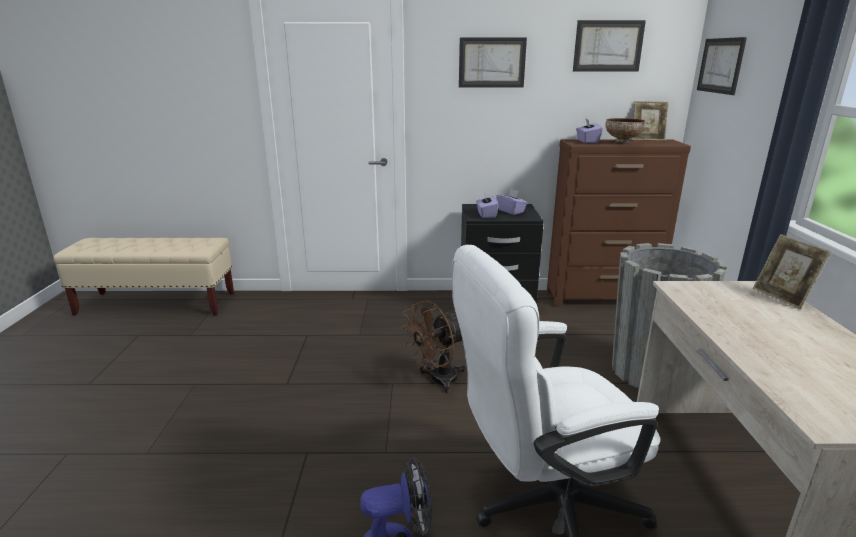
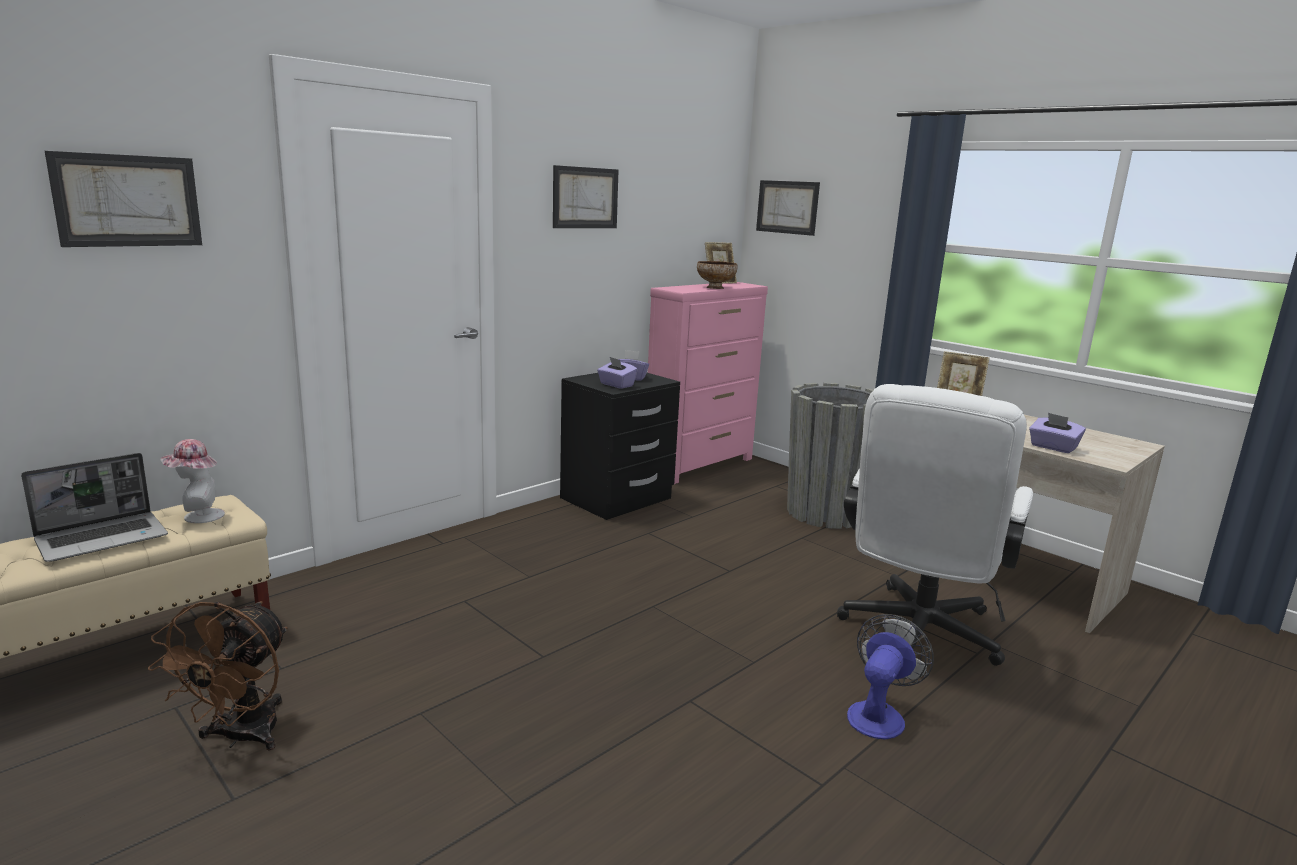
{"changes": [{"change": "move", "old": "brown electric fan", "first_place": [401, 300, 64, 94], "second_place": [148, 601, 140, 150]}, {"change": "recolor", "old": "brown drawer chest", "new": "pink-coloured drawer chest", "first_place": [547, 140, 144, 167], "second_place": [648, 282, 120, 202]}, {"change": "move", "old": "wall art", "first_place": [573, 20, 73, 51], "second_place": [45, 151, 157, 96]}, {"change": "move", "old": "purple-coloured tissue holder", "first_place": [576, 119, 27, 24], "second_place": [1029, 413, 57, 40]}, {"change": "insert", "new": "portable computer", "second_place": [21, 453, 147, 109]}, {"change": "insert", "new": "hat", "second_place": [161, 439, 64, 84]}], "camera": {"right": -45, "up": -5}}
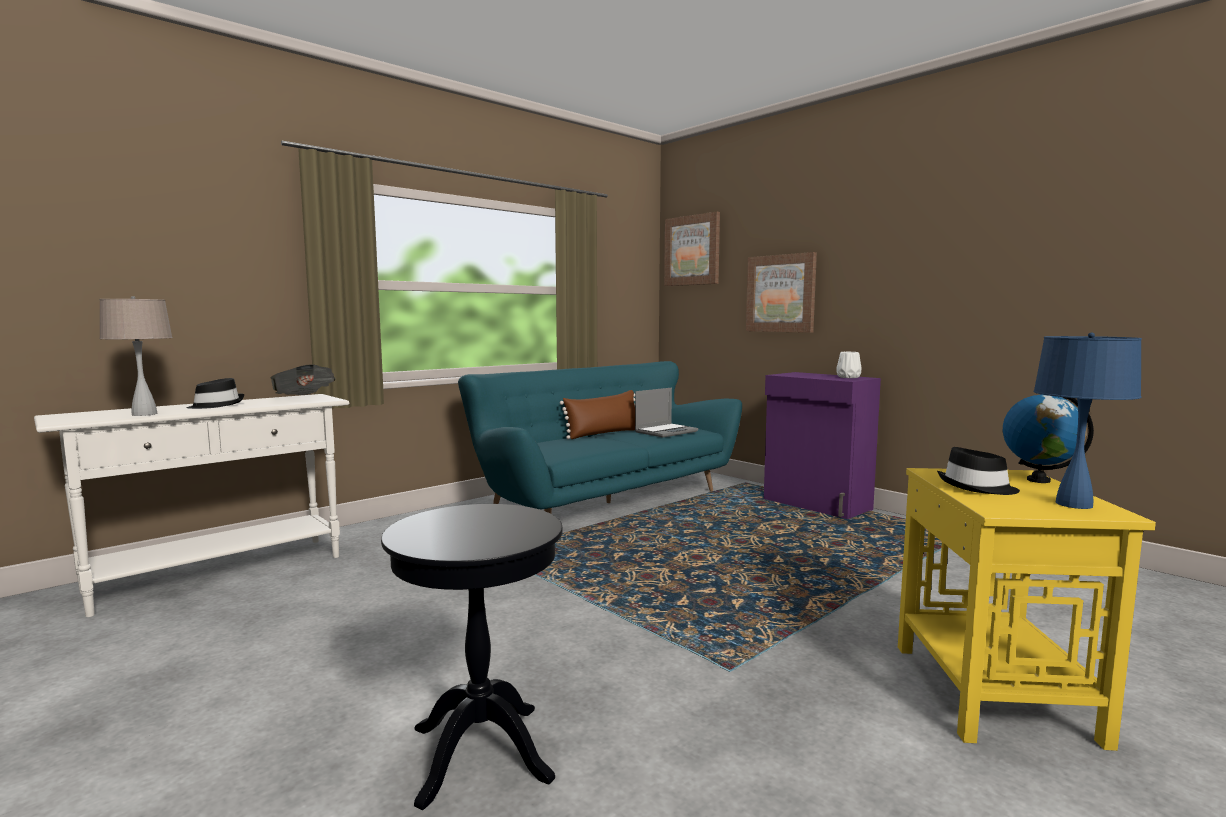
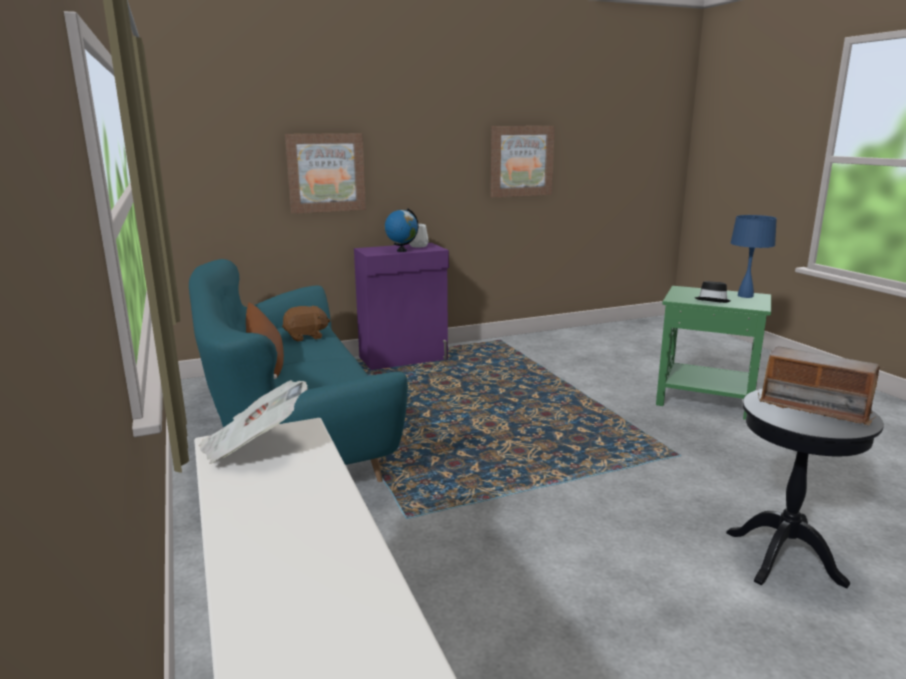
{"changes": [{"change": "delete", "old": "sand-coloured lamp for a table", "first_place": [99, 296, 74, 120]}, {"change": "delete", "old": "black-coloured hat", "first_place": [186, 378, 58, 31]}, {"change": "replace", "old": "portable computer", "new": "brown soft toy", "first_place": [635, 388, 63, 50], "second_place": [282, 306, 48, 36]}, {"change": "move", "old": "wall art", "first_place": [664, 212, 56, 74], "second_place": [491, 126, 64, 72]}, {"change": "recolor", "old": "yellow side table", "new": "greenish side table", "first_place": [898, 468, 258, 283], "second_place": [656, 286, 115, 134]}, {"change": "move", "old": "world globe", "first_place": [1003, 394, 91, 89], "second_place": [385, 208, 33, 44]}, {"change": "insert", "new": "radio set", "second_place": [758, 346, 127, 80]}], "camera": {"right": -70, "up": 10}}
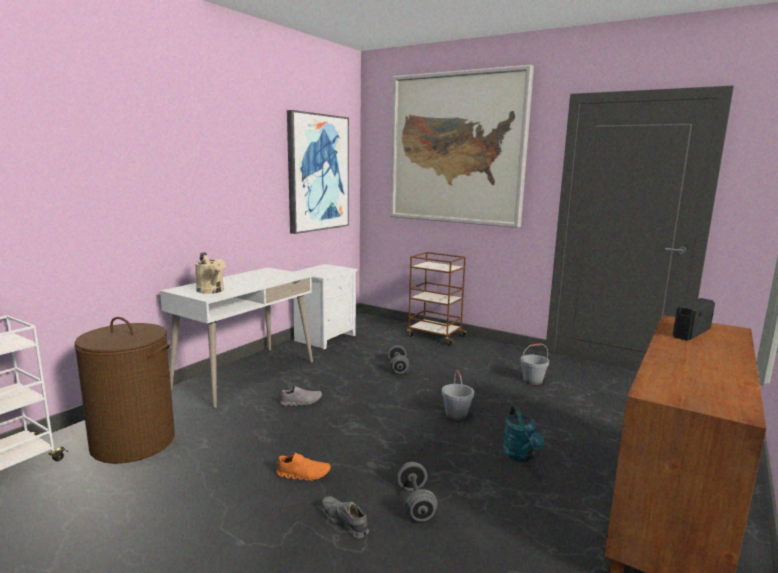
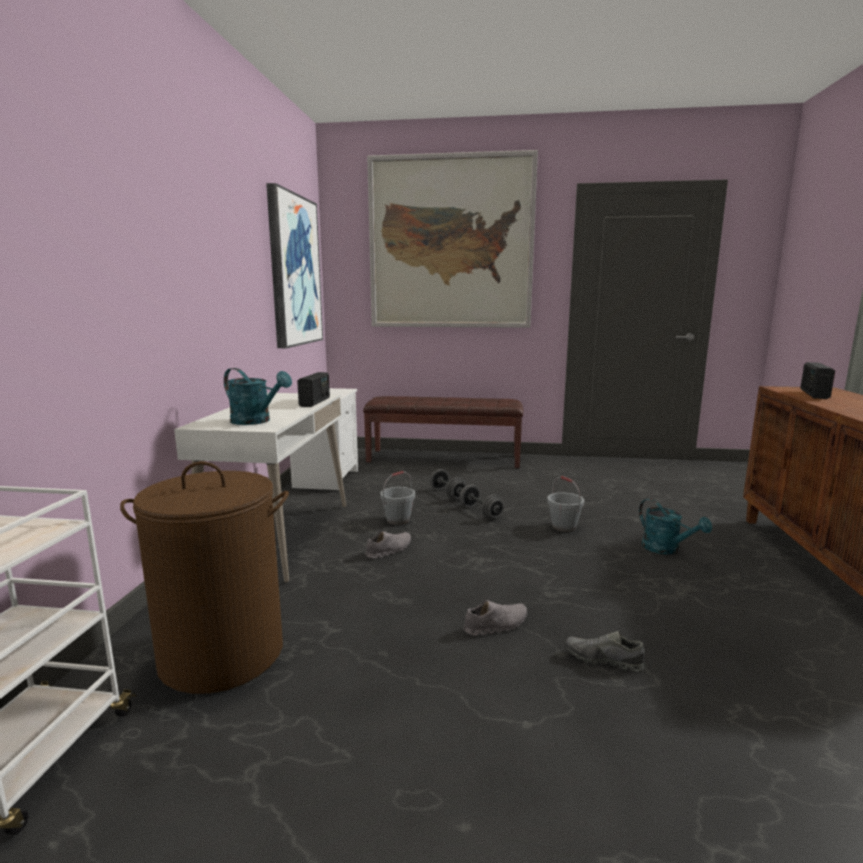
{"changes": [{"change": "recolor", "old": "sand-coloured sprinkling can", "new": "turquoise-coloured sprinkling can", "first_place": [194, 252, 32, 42], "second_place": [224, 368, 68, 57]}, {"change": "recolor", "old": "orange low shoe", "new": "gray low shoe", "first_place": [277, 453, 54, 28], "second_place": [463, 600, 64, 36]}, {"change": "move", "old": "gray free weight", "first_place": [397, 462, 40, 60], "second_place": [459, 485, 45, 34]}, {"change": "replace", "old": "brown trolley", "new": "brown bench", "first_place": [407, 252, 61, 94], "second_place": [363, 396, 160, 72]}, {"change": "move", "old": "gray water bucket", "first_place": [520, 343, 29, 42], "second_place": [380, 471, 35, 54]}, {"change": "insert", "new": "radio set", "second_place": [297, 372, 33, 35]}], "camera": {"right": -25, "up": 0}}
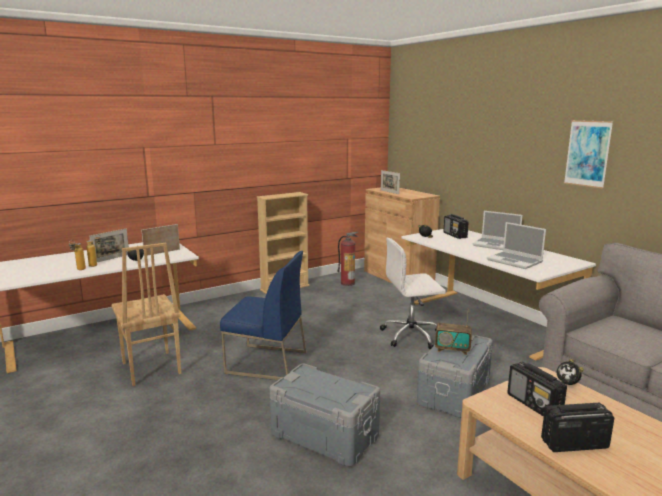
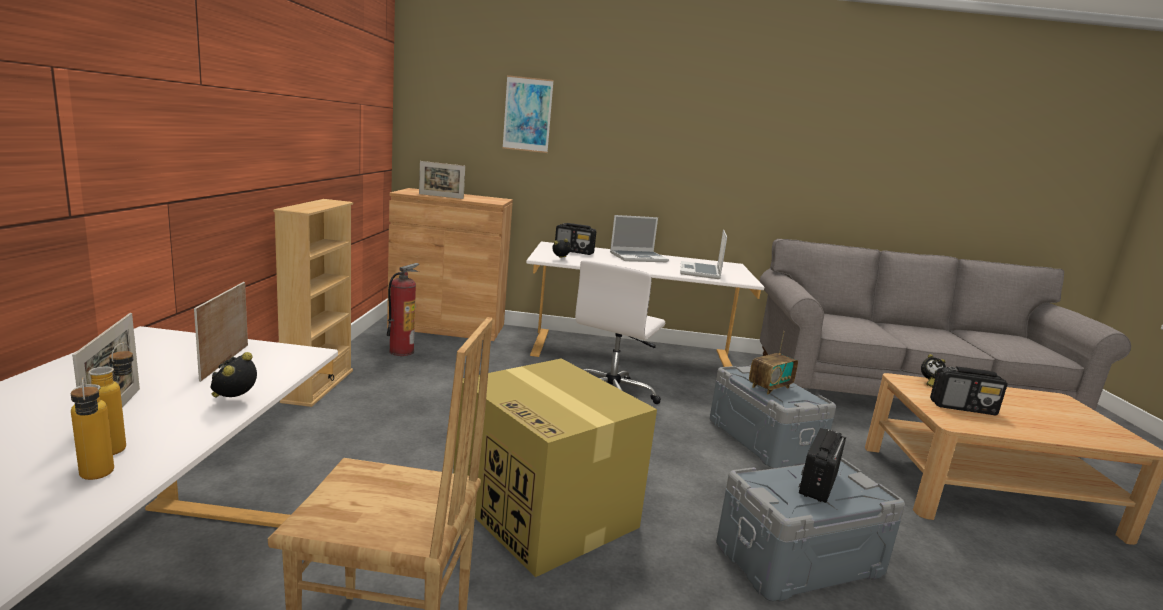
{"changes": [{"change": "replace", "old": "bluish chair", "new": "packing box", "first_place": [220, 251, 87, 129], "second_place": [453, 358, 204, 219]}, {"change": "rotate", "old": "portable computer", "first_place": [487, 222, 59, 47], "second_place": [680, 229, 47, 50], "degrees": 105}, {"change": "move", "old": "radio set", "first_place": [541, 403, 73, 49], "second_place": [799, 428, 47, 75]}, {"change": "move", "old": "wall art", "first_place": [564, 120, 49, 69], "second_place": [502, 75, 52, 78]}], "camera": {"right": -55, "up": 0}}
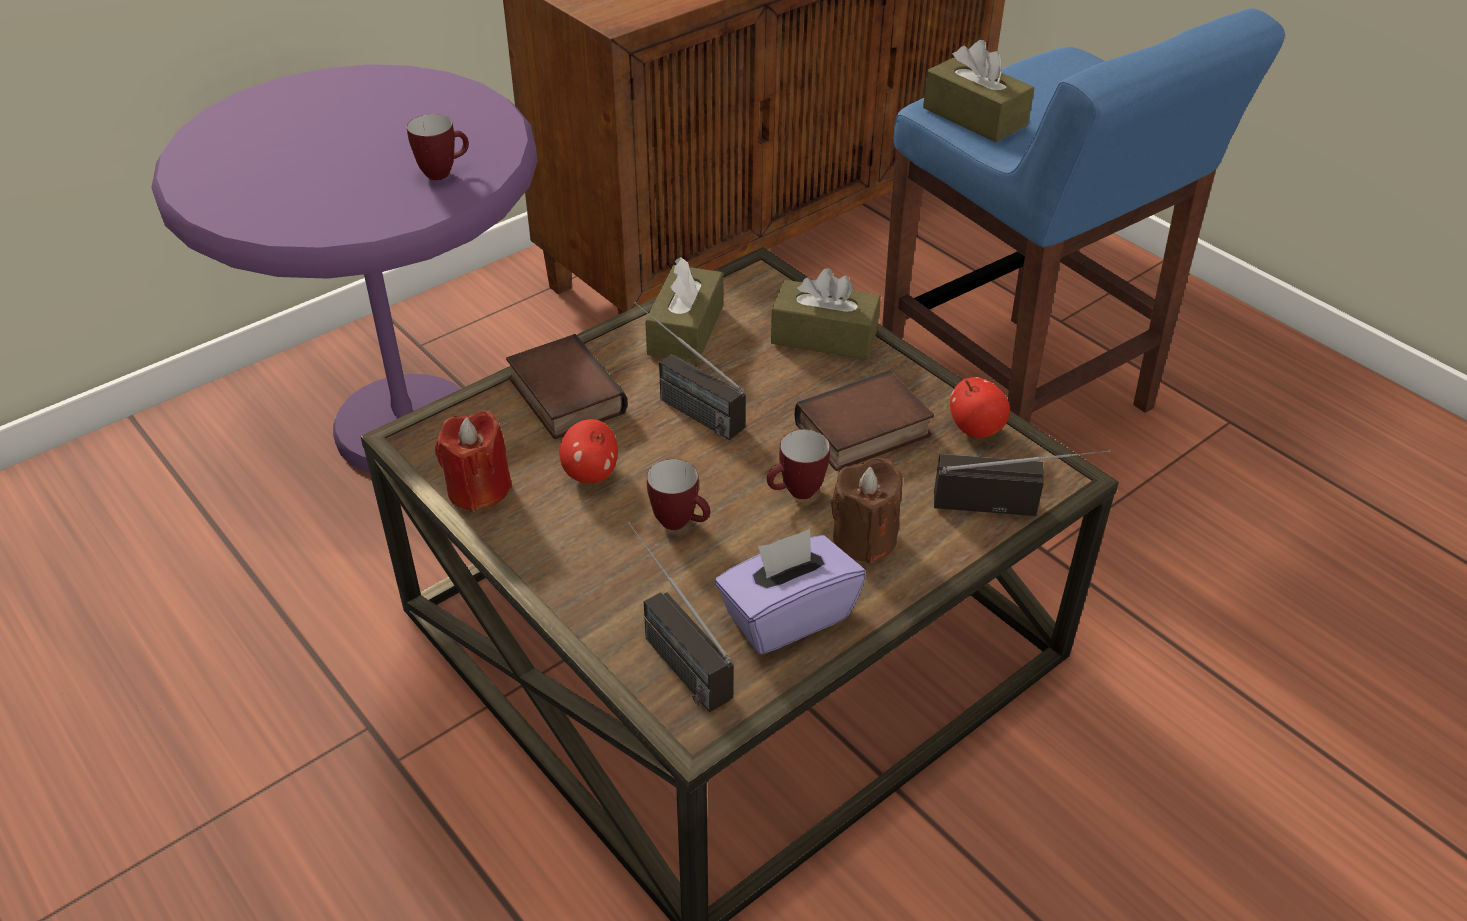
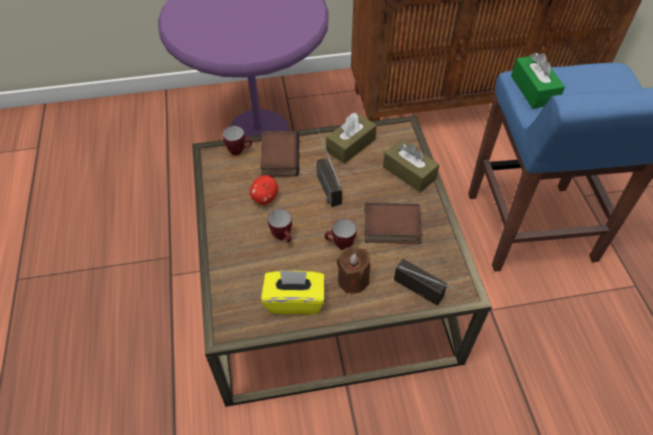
{"changes": [{"change": "move", "old": "coffee mug", "first_place": [407, 114, 62, 66], "second_place": [223, 126, 29, 29]}, {"change": "delete", "old": "red candle", "first_place": [435, 410, 77, 102]}, {"change": "delete", "old": "radio set", "first_place": [628, 522, 106, 190]}, {"change": "recolor", "old": "purple-coloured tissue holder", "new": "yellow tissue holder", "first_place": [715, 529, 151, 125], "second_place": [261, 270, 64, 44]}, {"change": "recolor", "old": "brown tissue holder", "new": "greenish tissue holder", "first_place": [923, 40, 111, 102], "second_place": [511, 53, 54, 56]}, {"change": "delete", "old": "apple", "first_place": [950, 377, 60, 61]}], "camera": {"right": 30, "up": 10}}
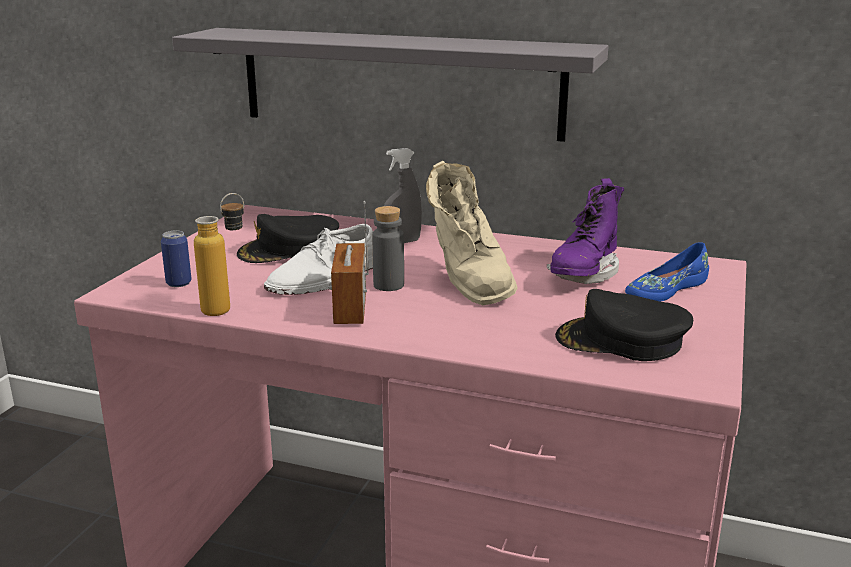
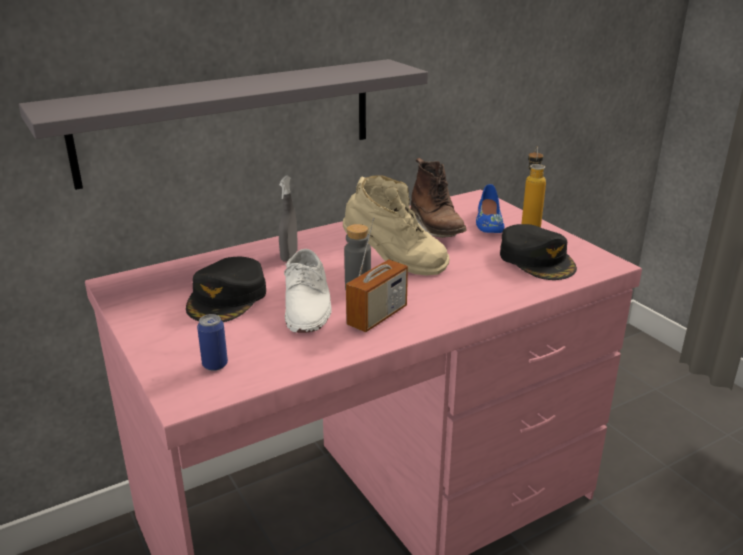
{"changes": [{"change": "move", "old": "bottle", "first_place": [194, 193, 50, 123], "second_place": [522, 146, 24, 81]}, {"change": "rotate", "old": "radio set", "first_place": [329, 201, 40, 123], "second_place": [346, 218, 62, 114], "degrees": -90}, {"change": "recolor", "old": "purple-coloured boot", "new": "brown boot", "first_place": [547, 178, 77, 106], "second_place": [411, 158, 56, 80]}, {"change": "rotate", "old": "black-coloured peaked cap", "first_place": [555, 289, 138, 72], "second_place": [500, 224, 77, 56], "degrees": -75}], "camera": {"right": -50, "up": 5}}
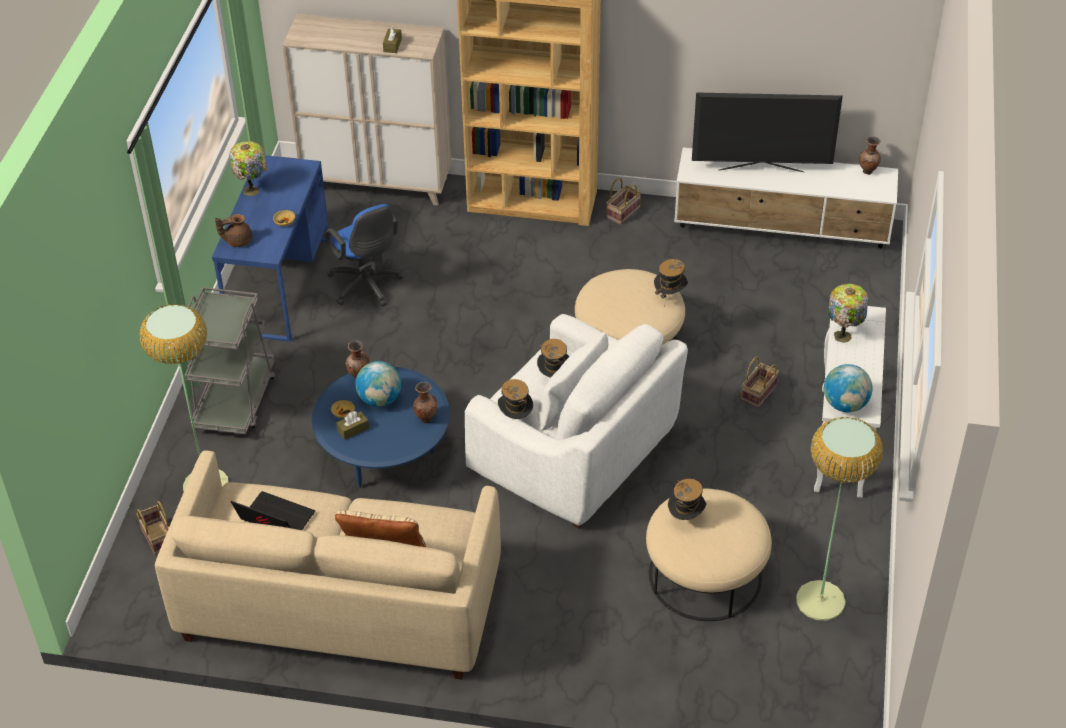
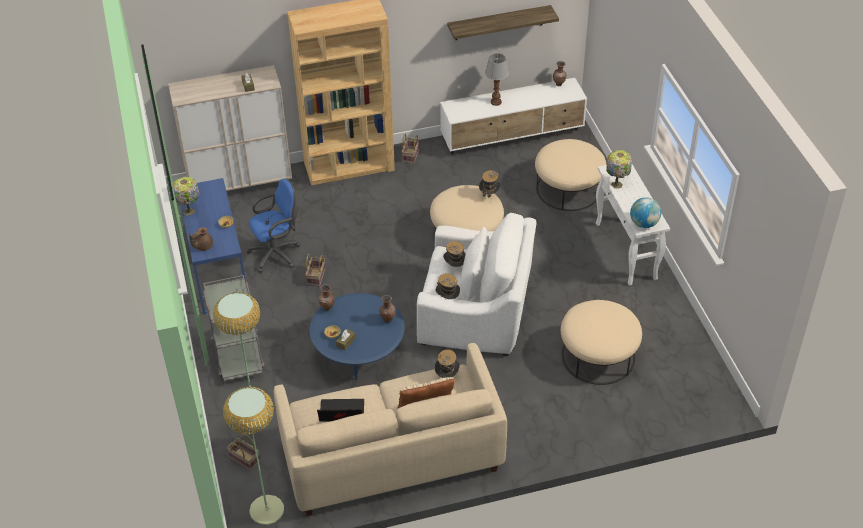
{"changes": [{"change": "rotate", "old": "bluish computer chair", "first_place": [325, 204, 78, 103], "second_place": [246, 178, 54, 95], "degrees": -60}, {"change": "delete", "old": "world globe", "first_place": [355, 361, 46, 46]}, {"change": "move", "old": "hat", "first_place": [668, 479, 38, 41], "second_place": [435, 350, 25, 28]}, {"change": "replace", "old": "TV", "new": "lamp for a table", "first_place": [692, 92, 151, 80], "second_place": [485, 53, 24, 53]}, {"change": "move", "old": "storage basket", "first_place": [741, 356, 38, 52], "second_place": [305, 254, 20, 33]}, {"change": "move", "old": "standing lamp", "first_place": [796, 417, 87, 204], "second_place": [223, 387, 61, 138]}, {"change": "insert", "new": "wall shelf", "second_place": [447, 5, 112, 35]}, {"change": "insert", "new": "sand-coloured ottoman", "second_place": [535, 139, 71, 72]}], "camera": {"right": -25, "up": 0}}
